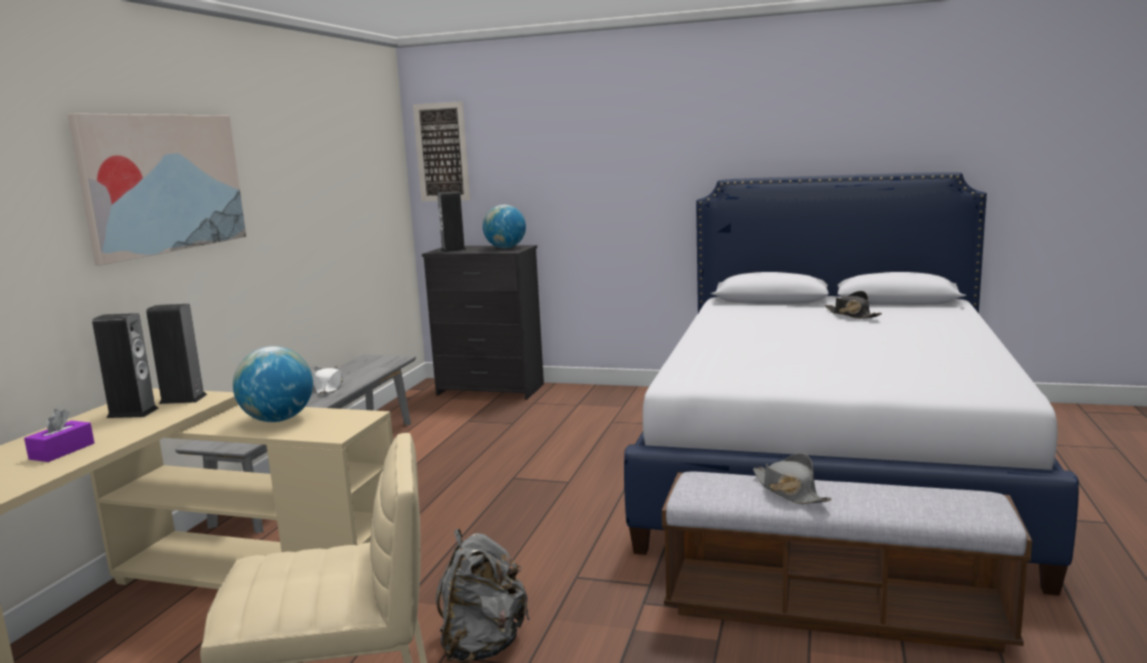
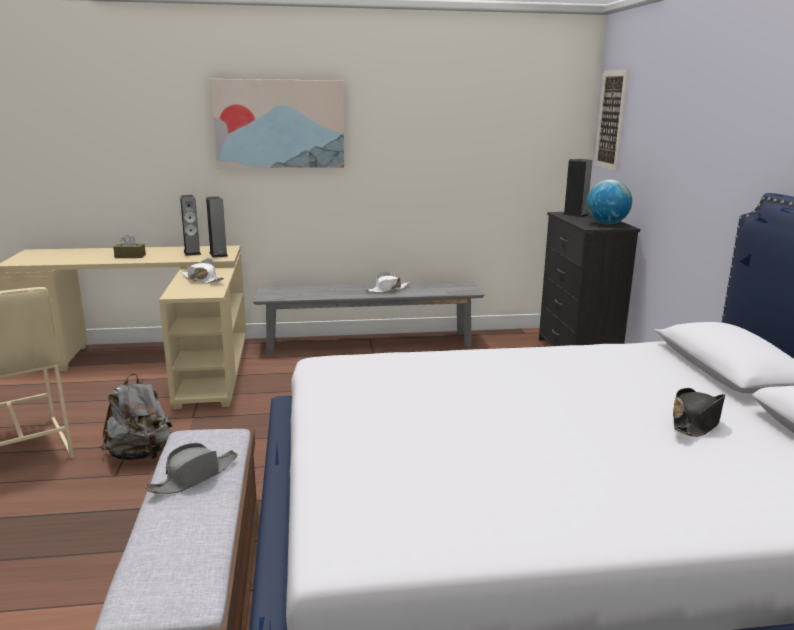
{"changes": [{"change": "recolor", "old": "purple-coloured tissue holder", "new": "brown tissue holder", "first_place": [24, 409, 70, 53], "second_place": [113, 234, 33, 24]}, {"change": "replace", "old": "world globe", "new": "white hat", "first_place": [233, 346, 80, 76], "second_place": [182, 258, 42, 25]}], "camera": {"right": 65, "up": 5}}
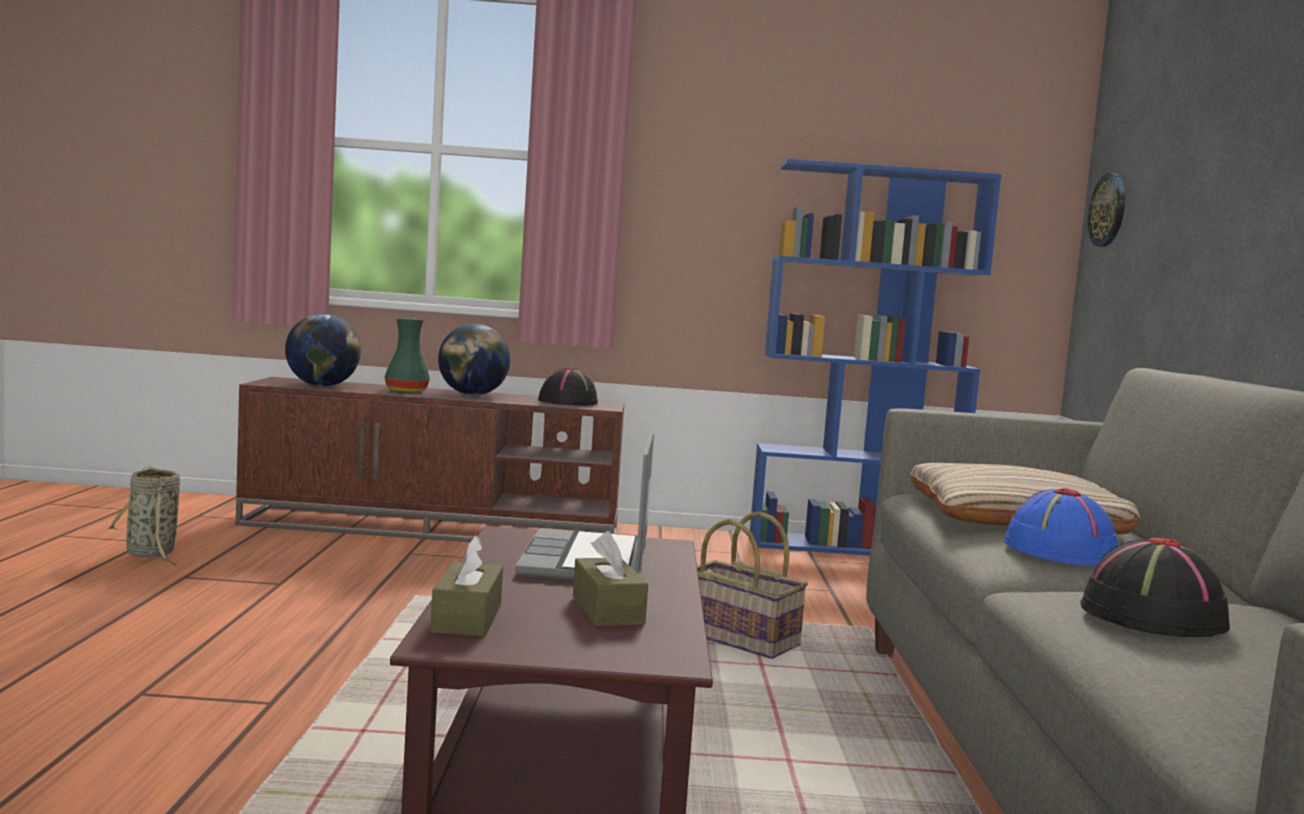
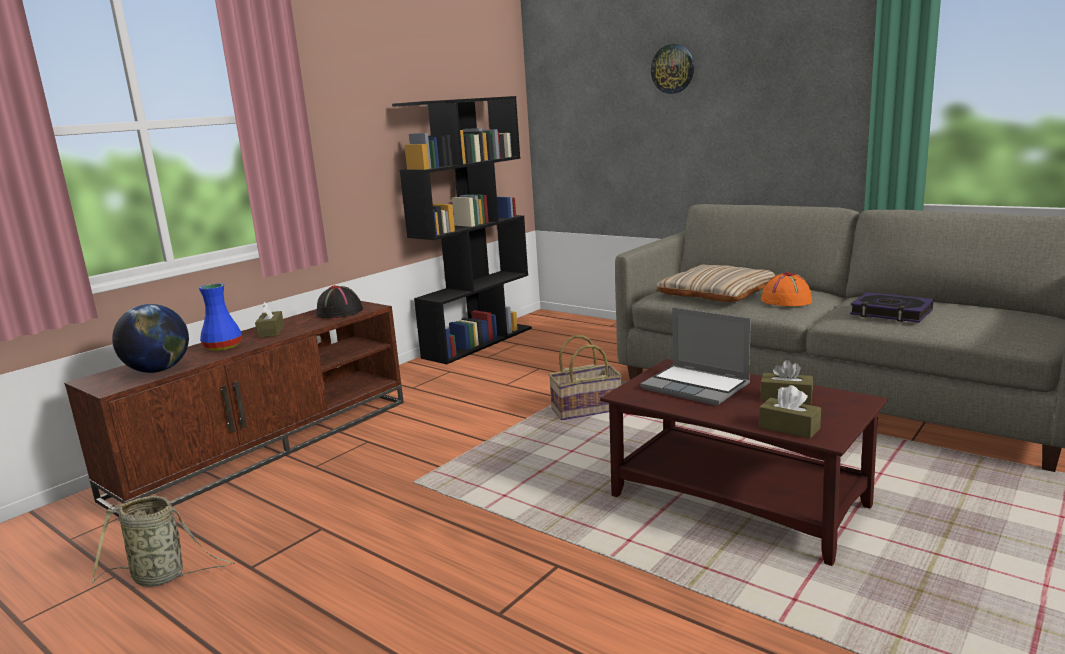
{"changes": [{"change": "recolor", "old": "greenish flower vase", "new": "bluish flower vase", "first_place": [385, 318, 45, 74], "second_place": [199, 284, 43, 67]}, {"change": "replace", "old": "world globe", "new": "brown tissue holder", "first_place": [438, 324, 72, 71], "second_place": [255, 302, 29, 36]}, {"change": "recolor", "old": "bluish bookcase", "new": "black-coloured bookcase", "first_place": [750, 159, 252, 397], "second_place": [392, 96, 140, 268]}, {"change": "recolor", "old": "bluish hat", "new": "orange hat", "first_place": [1004, 488, 115, 78], "second_place": [761, 272, 51, 34]}, {"change": "replace", "old": "black-coloured hat", "new": "bound book", "first_place": [1080, 537, 150, 100], "second_place": [850, 292, 84, 31]}, {"change": "move", "old": "clock on the wall", "first_place": [1088, 173, 37, 74], "second_place": [651, 44, 43, 50]}], "camera": {"right": -50, "up": 10}}
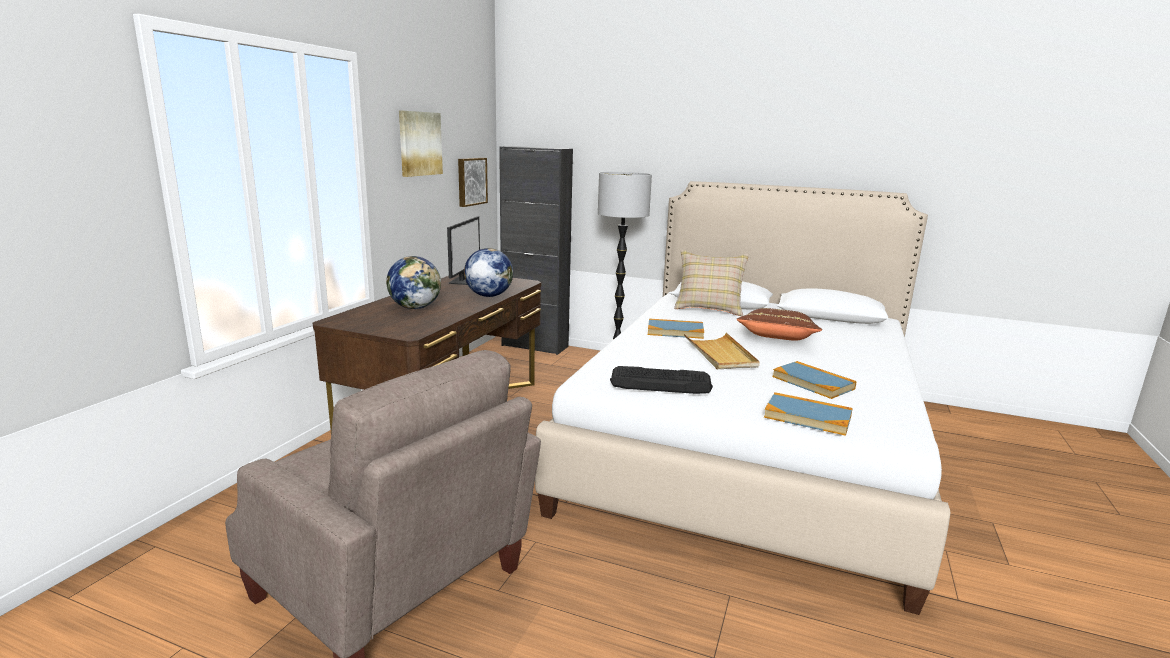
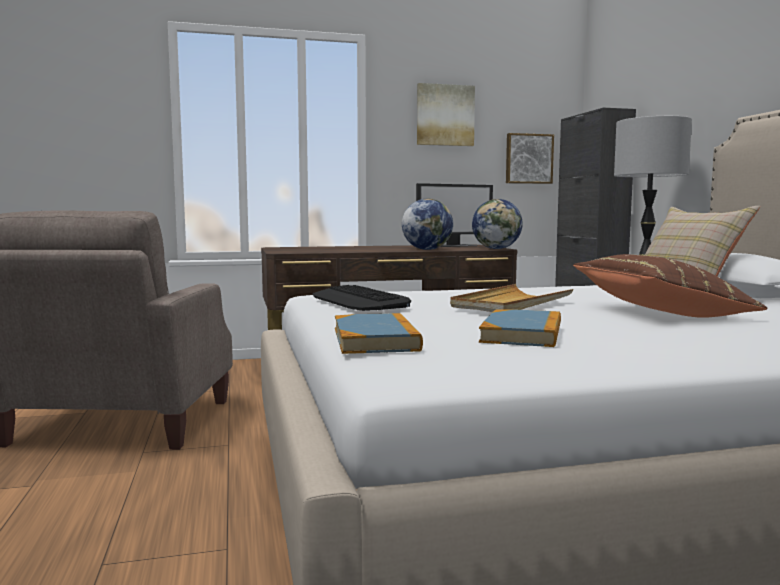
{"changes": [{"change": "move", "old": "world globe", "first_place": [386, 256, 55, 53], "second_place": [472, 199, 51, 50]}, {"change": "delete", "old": "bound book", "first_place": [648, 318, 56, 21]}], "camera": {"right": 55, "up": -10}}
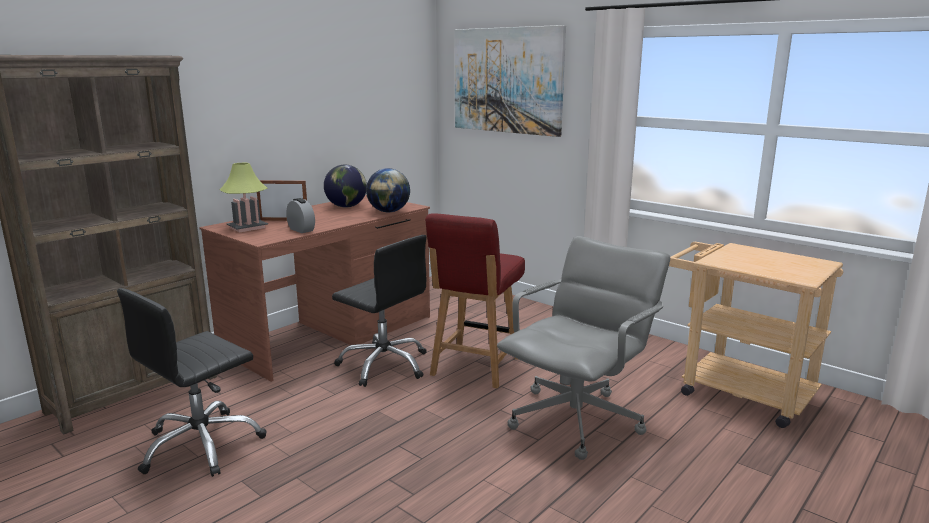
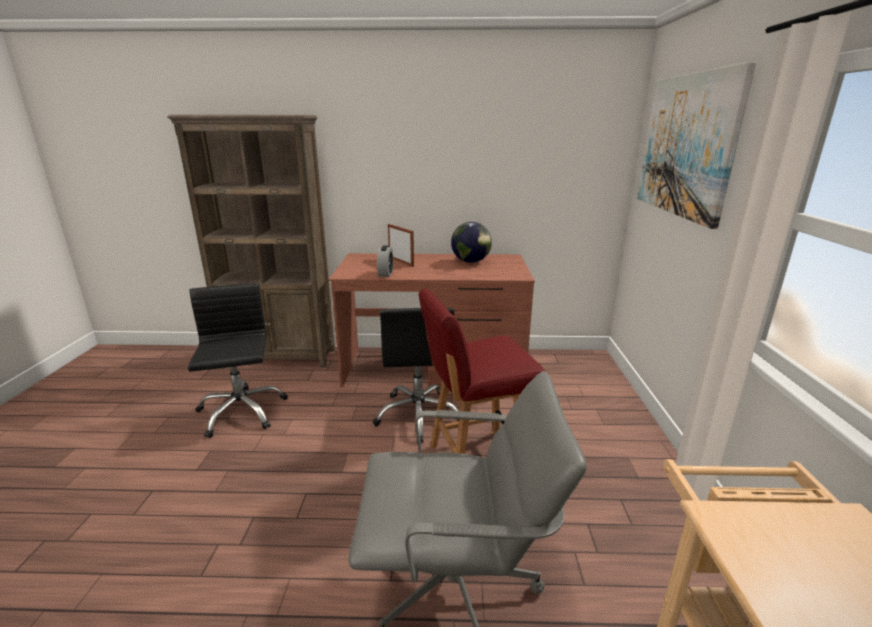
{"changes": [{"change": "rotate", "old": "black-coloured computer chair", "first_place": [117, 288, 149, 189], "second_place": [188, 283, 100, 155], "degrees": 75}, {"change": "delete", "old": "lamp for a table", "first_place": [220, 163, 48, 69]}, {"change": "delete", "old": "world globe", "first_place": [366, 168, 44, 45]}], "camera": {"right": 50, "up": 5}}
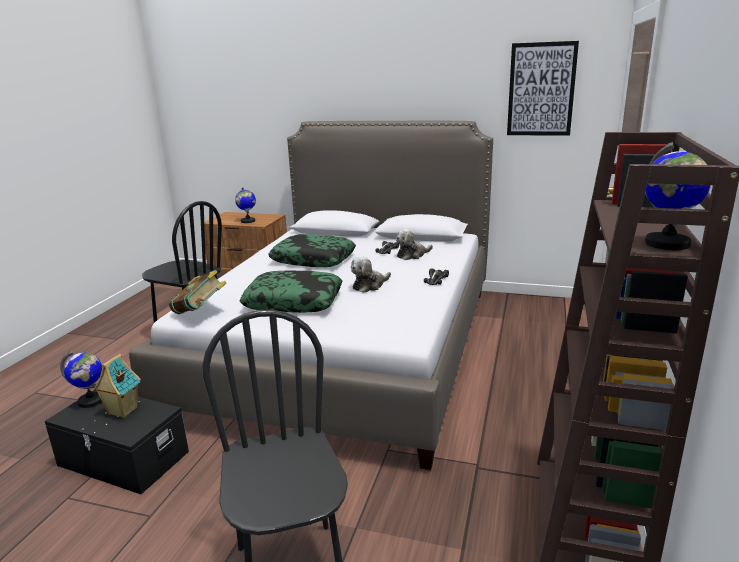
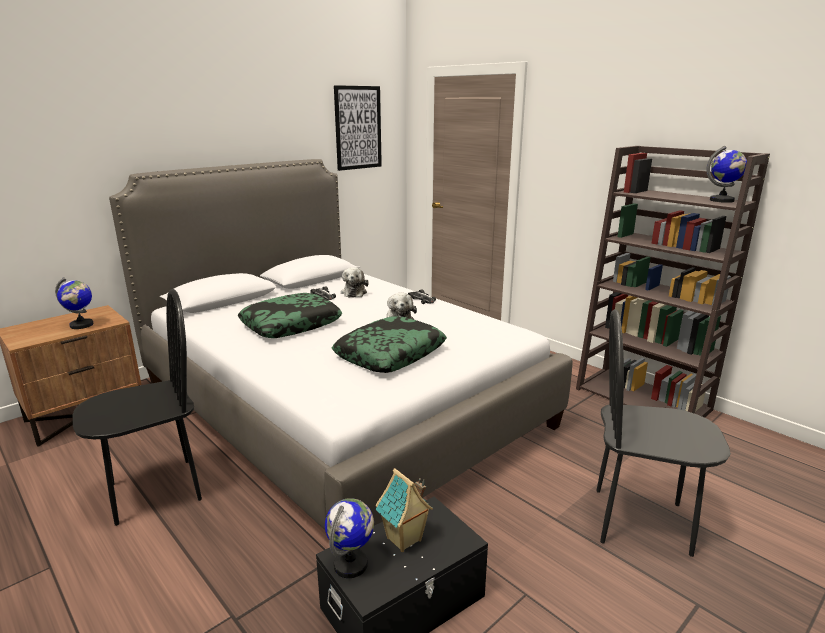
{"changes": [{"change": "delete", "old": "bound book", "first_place": [169, 270, 58, 44]}], "camera": {"right": -60, "up": 0}}
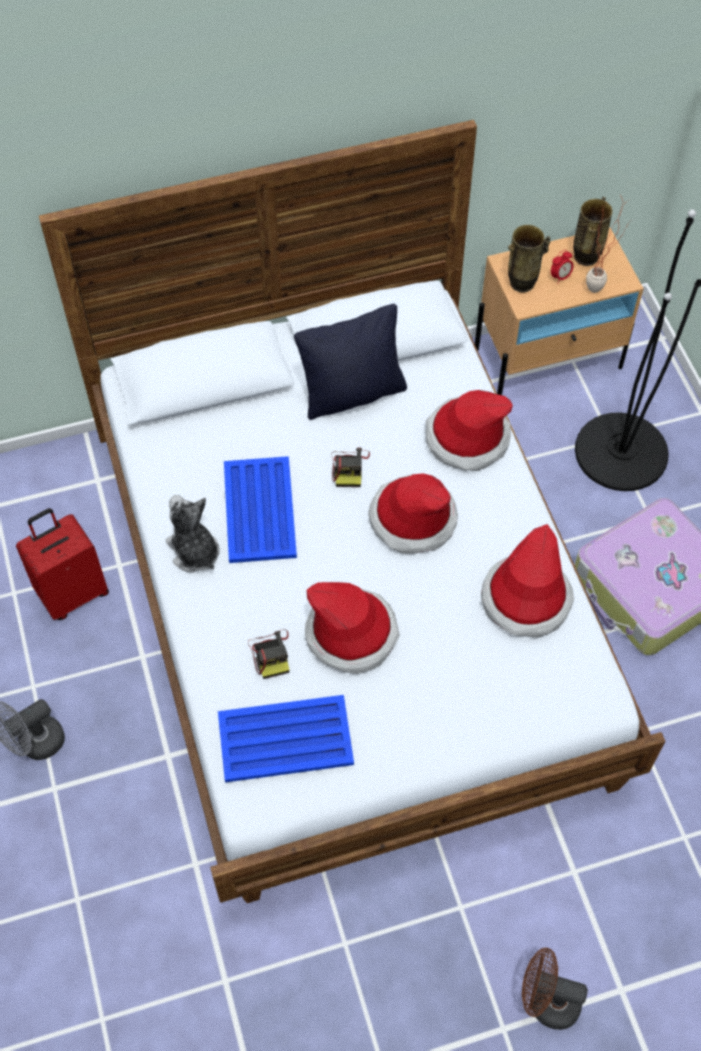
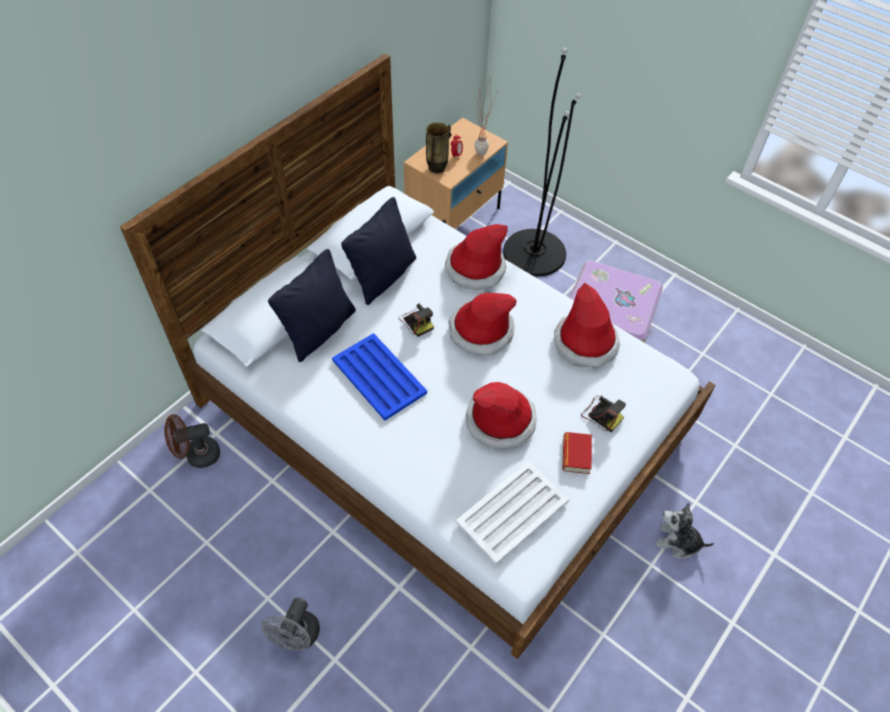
{"changes": [{"change": "delete", "old": "red suitcase", "first_place": [16, 508, 93, 112]}, {"change": "move", "old": "soft toy", "first_place": [166, 495, 54, 77], "second_place": [655, 503, 59, 56]}, {"change": "recolor", "old": "bluish carrying tray", "new": "white carrying tray", "first_place": [218, 695, 136, 87], "second_place": [456, 461, 113, 104]}, {"change": "move", "old": "photo camera", "first_place": [248, 629, 41, 50], "second_place": [581, 396, 45, 36]}, {"change": "move", "old": "brown electric fan", "first_place": [522, 948, 66, 82], "second_place": [164, 414, 56, 54]}, {"change": "delete", "old": "flower vase", "first_place": [573, 197, 39, 69]}, {"change": "insert", "new": "black-coloured pillow", "second_place": [268, 249, 88, 113]}, {"change": "insert", "new": "bound book", "second_place": [562, 432, 30, 42]}], "camera": {"right": -35, "up": -5}}
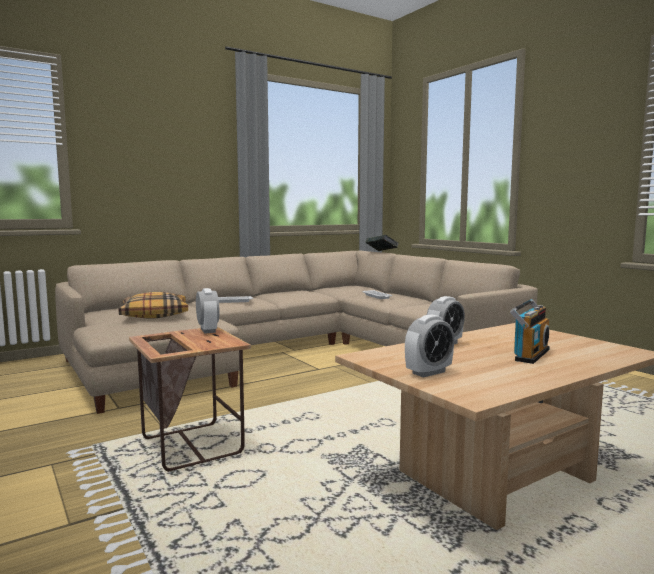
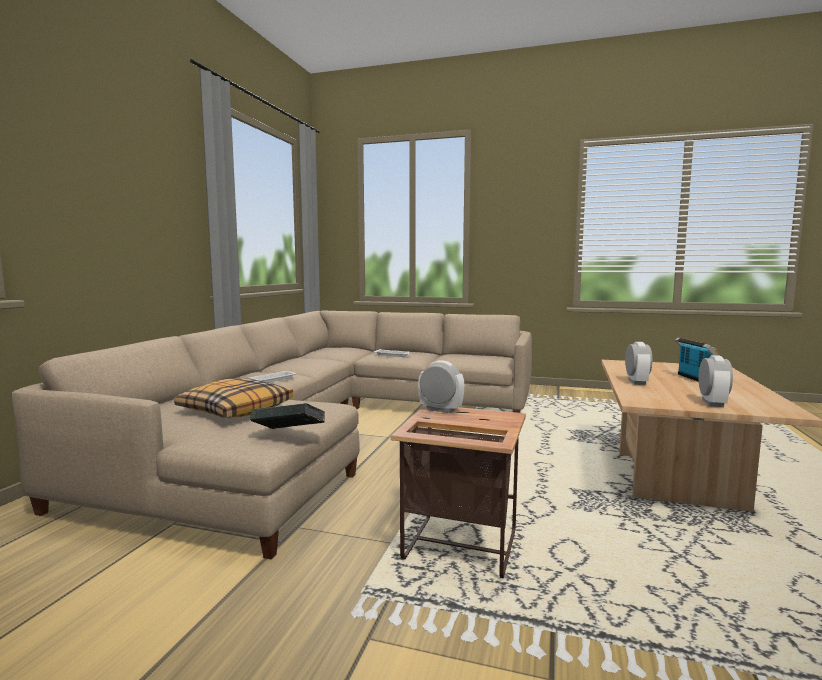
{"changes": [{"change": "move", "old": "bound book", "first_place": [366, 235, 33, 16], "second_place": [250, 403, 75, 26]}], "camera": {"right": -40, "up": 0}}
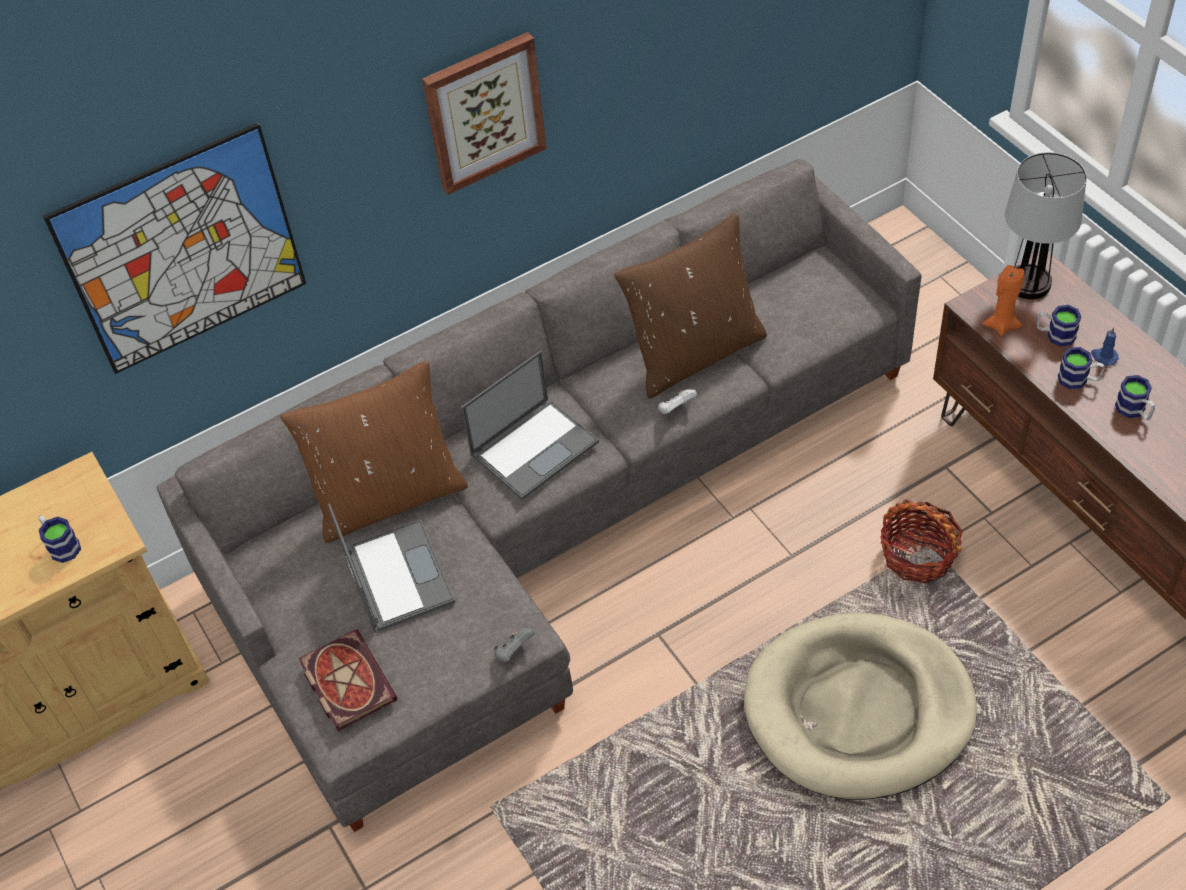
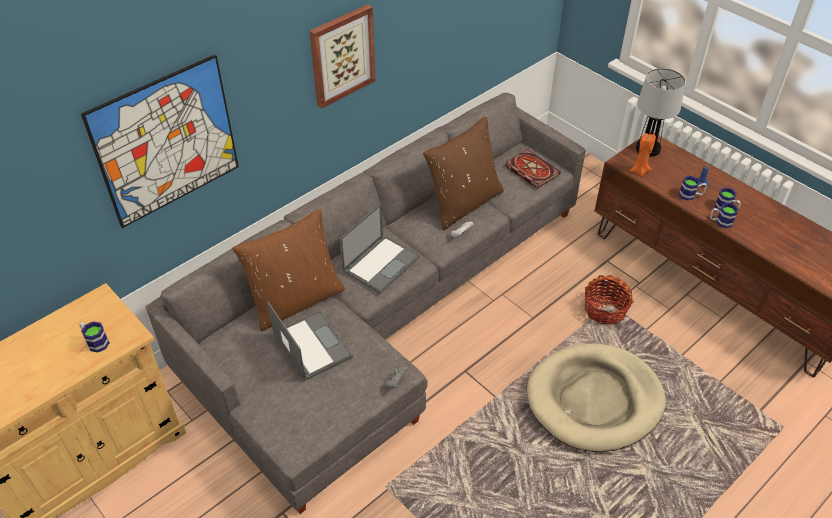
{"changes": [{"change": "move", "old": "bound book", "first_place": [299, 629, 99, 102], "second_place": [505, 149, 56, 40]}, {"change": "move", "old": "coffee mug", "first_place": [1037, 305, 45, 42], "second_place": [710, 203, 29, 25]}], "camera": {"right": -15, "up": -5}}
